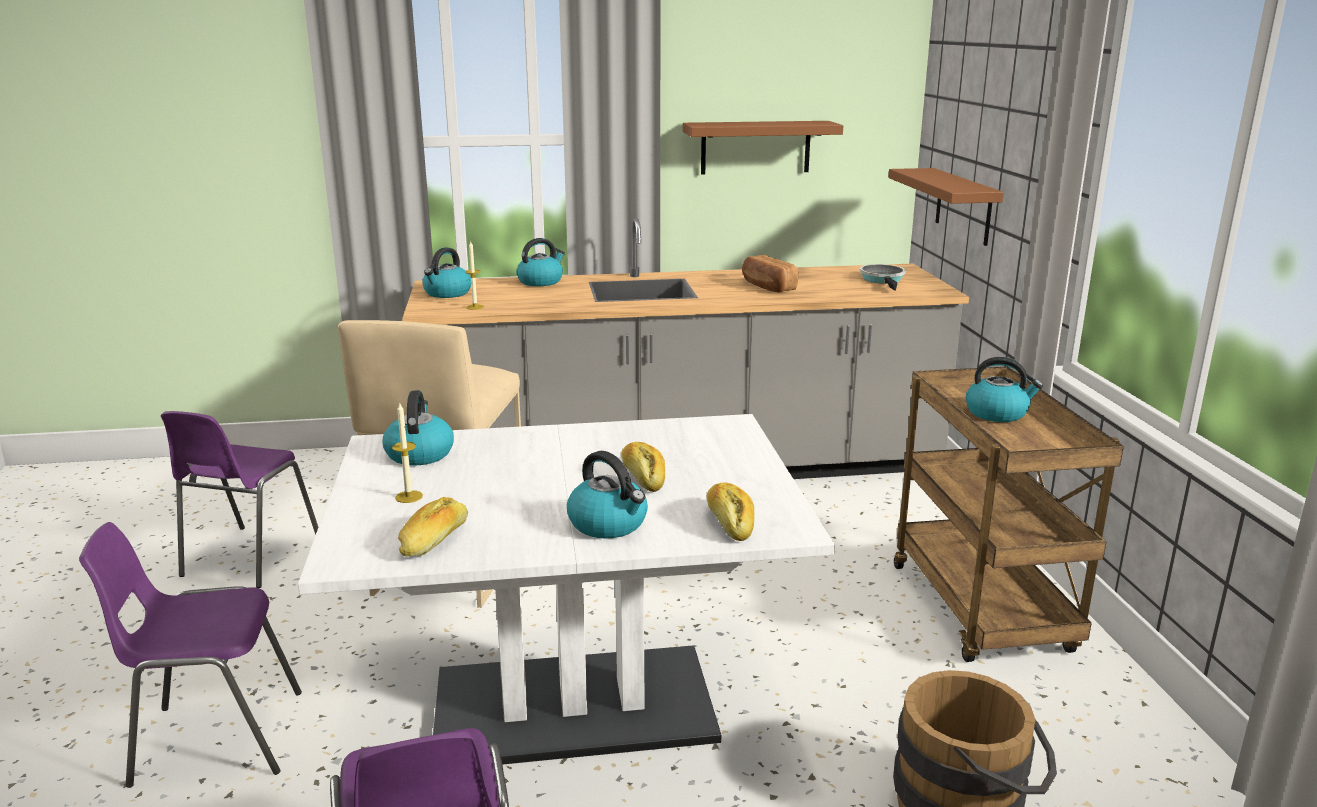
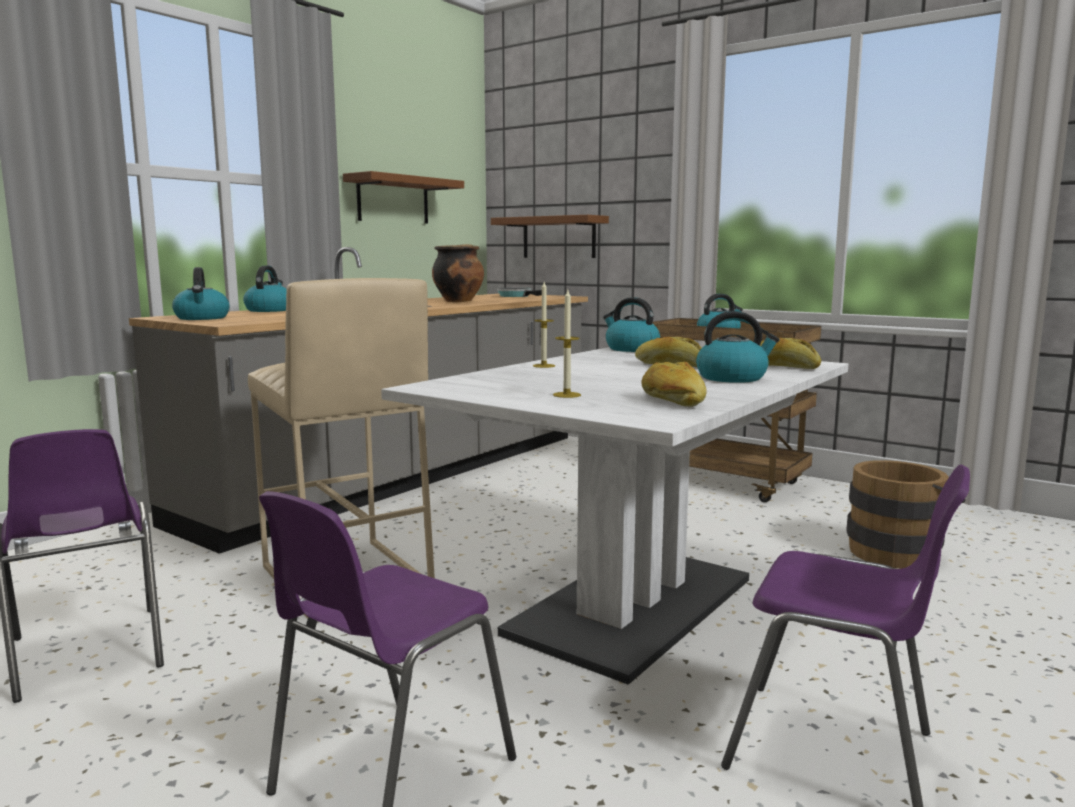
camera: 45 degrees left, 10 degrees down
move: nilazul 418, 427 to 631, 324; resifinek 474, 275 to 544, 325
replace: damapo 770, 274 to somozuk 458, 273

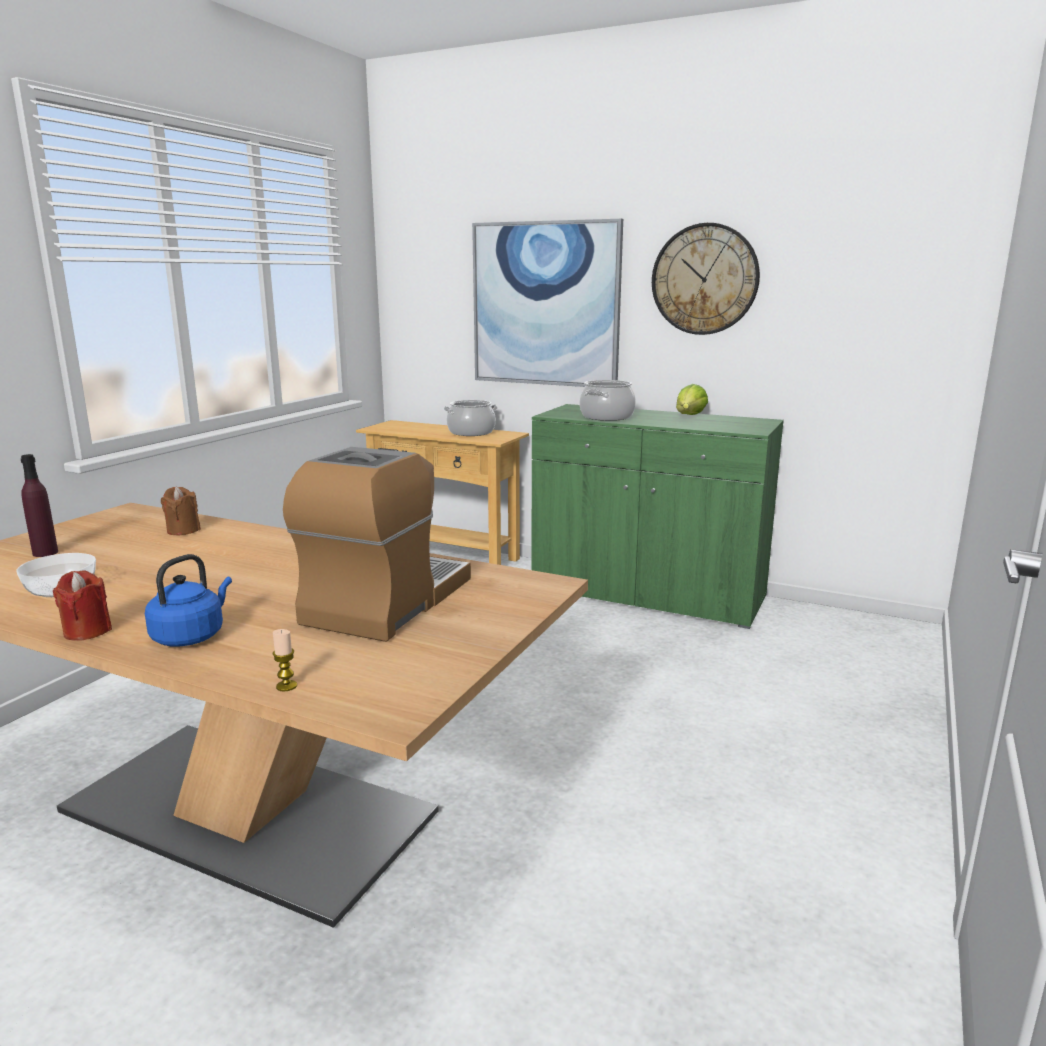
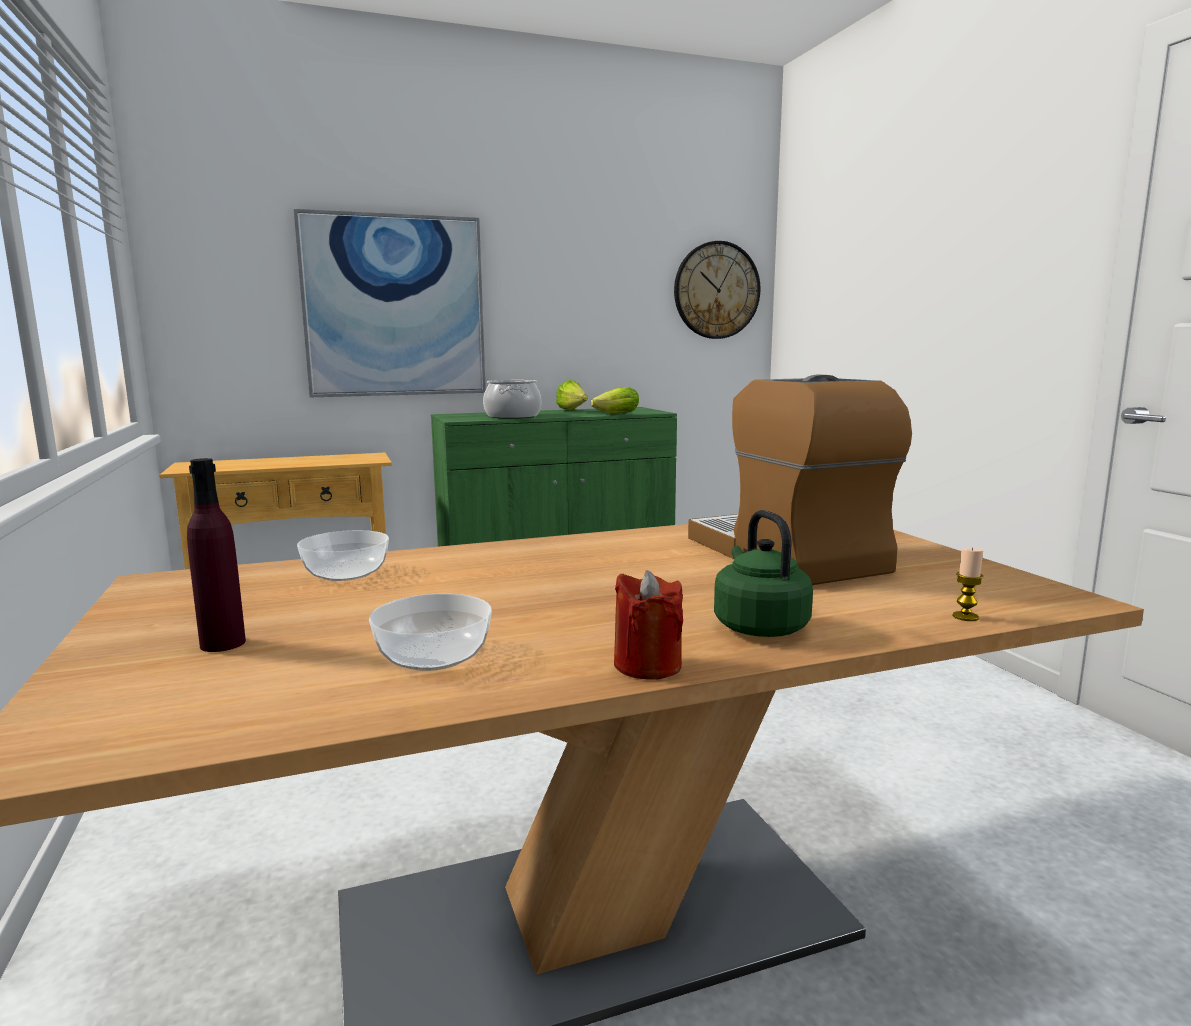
camera: 45 degrees left, 5 degrees down
delete: somozuk 471, 418
insert: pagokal 615, 400
move: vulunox 706, 279 to 717, 290
replace: resifinek (brown) 181, 511 to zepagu 343, 555
recolor: nilazul (blue) 188, 600 to nilazul (green) 763, 573

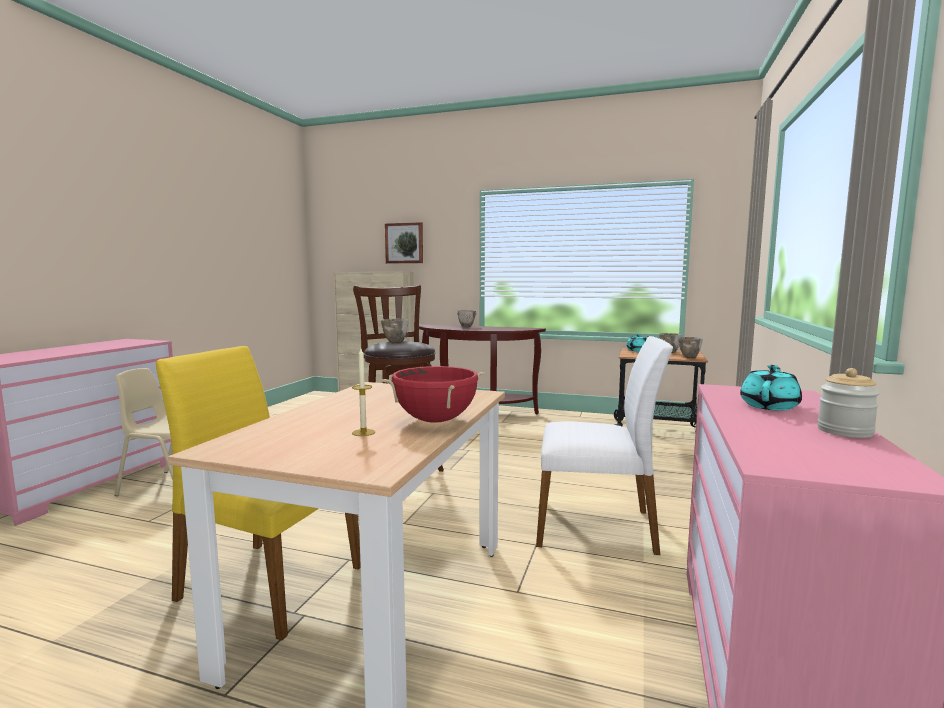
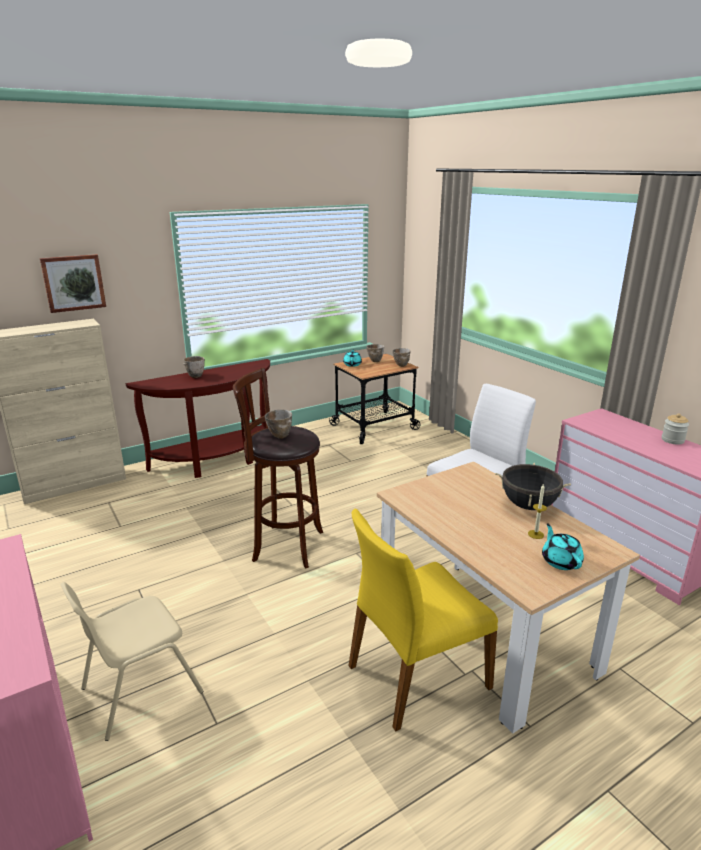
camera: 50 degrees left, 15 degrees up
move: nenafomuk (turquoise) 771, 388 to 563, 546
recolor: somozuk (red) 433, 394 to somozuk (black) 533, 486

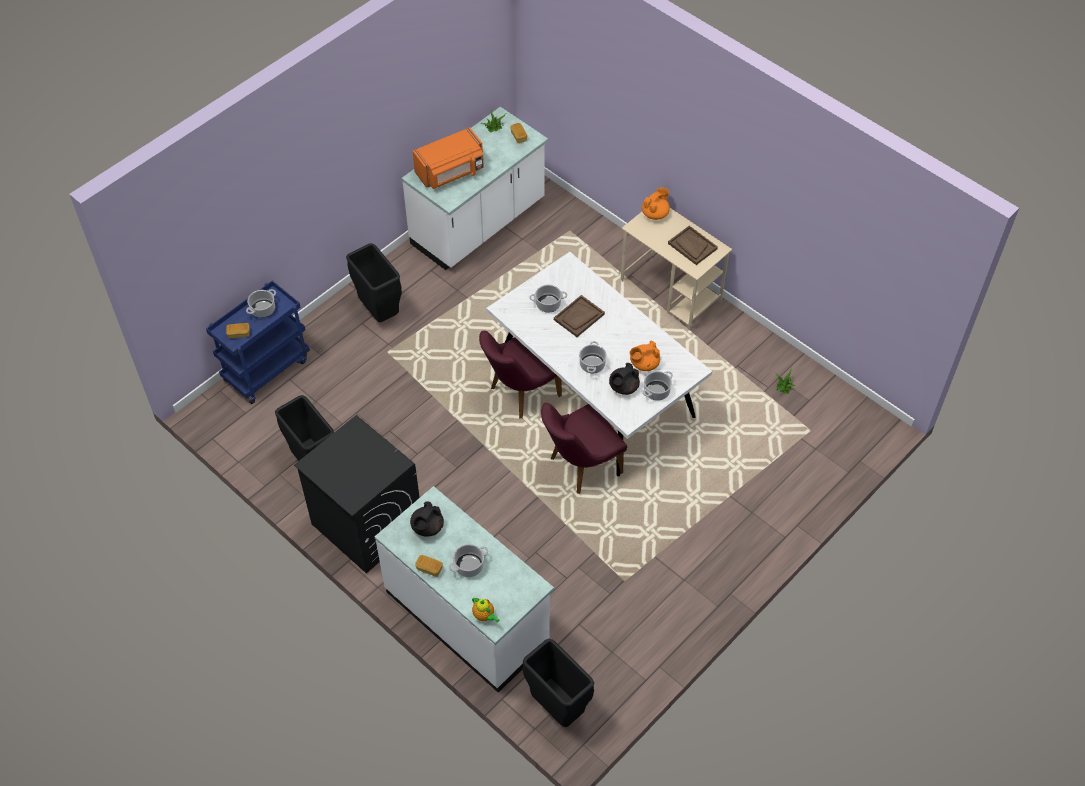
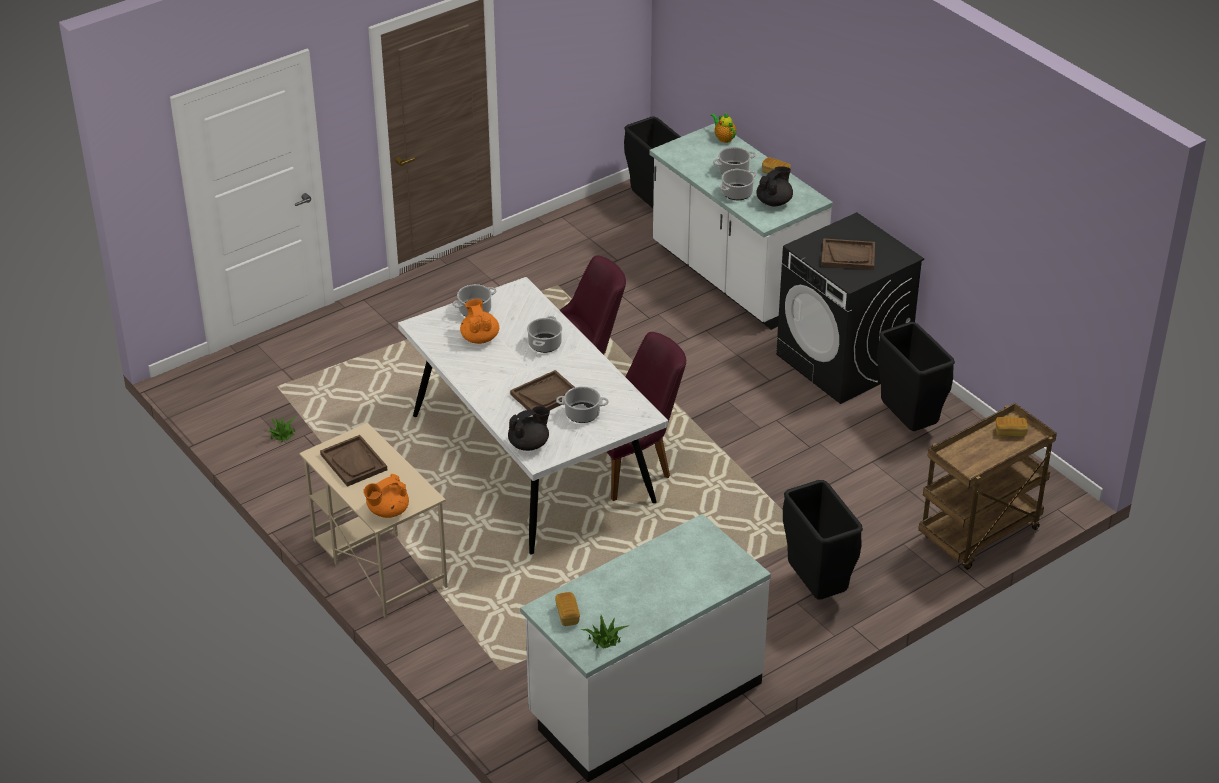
camera: 170 degrees left, 15 degrees down
delete: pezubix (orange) 448, 158
insert: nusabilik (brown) 848, 254
move: somozuk 261, 303 to 737, 184; nenafomuk (black) 624, 379 to 529, 428
recolor: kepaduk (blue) 258, 342 to kepaduk (brown) 987, 486
rotate: nenafomuk (orange) 645, 356 = 479, 321 90 degrees counterclockwise

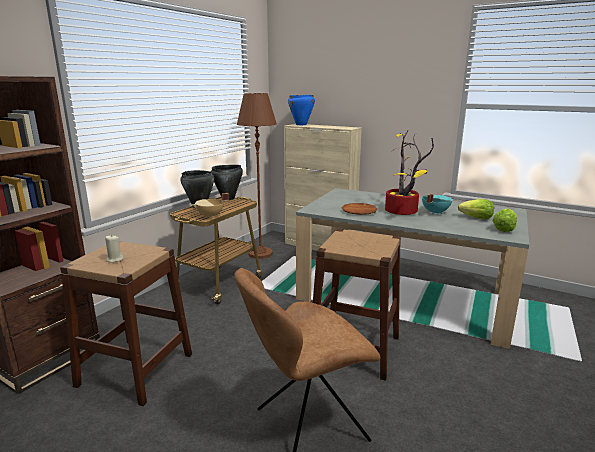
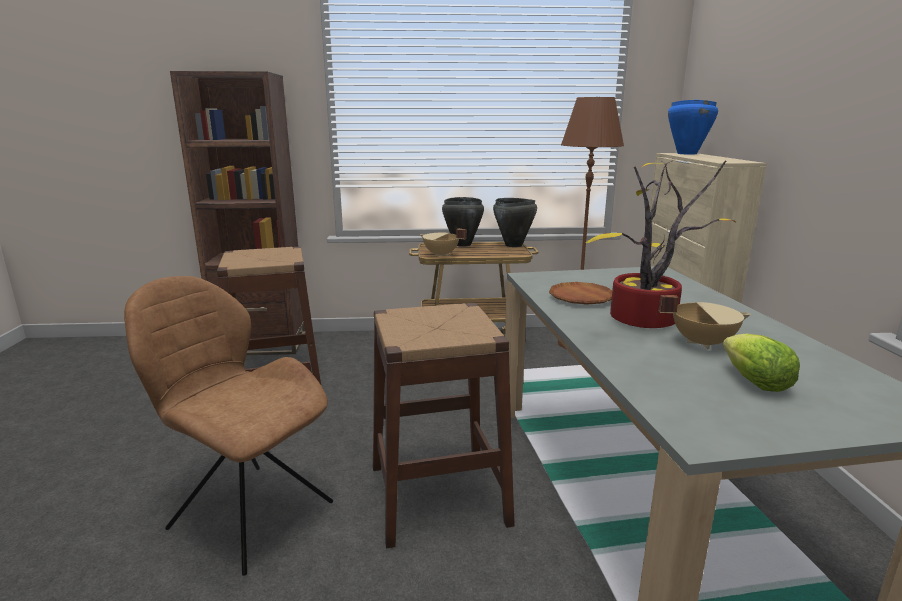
camera: 55 degrees right, 0 degrees up
delete: resifinek (beige) 114, 249; pagokal 504, 220
recolor: somozuk (turquoise) 437, 204 to somozuk (beige) 705, 322

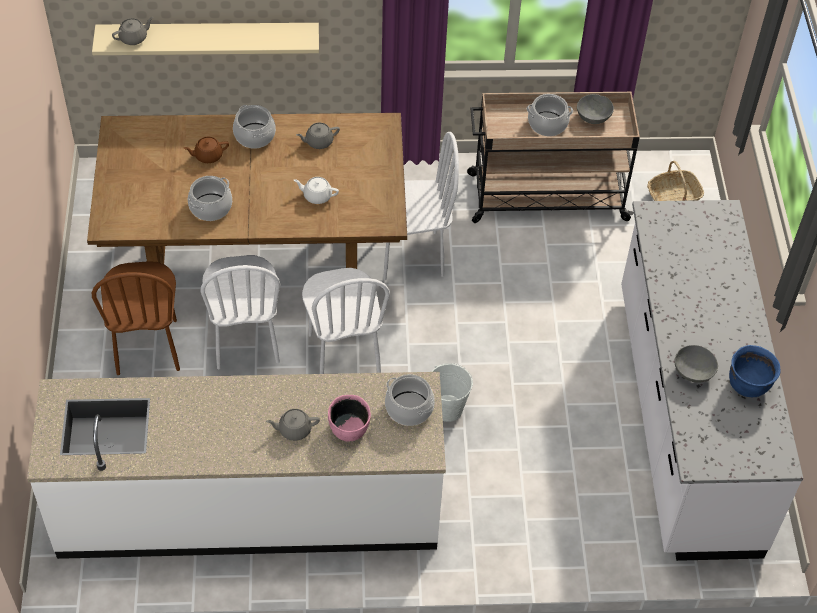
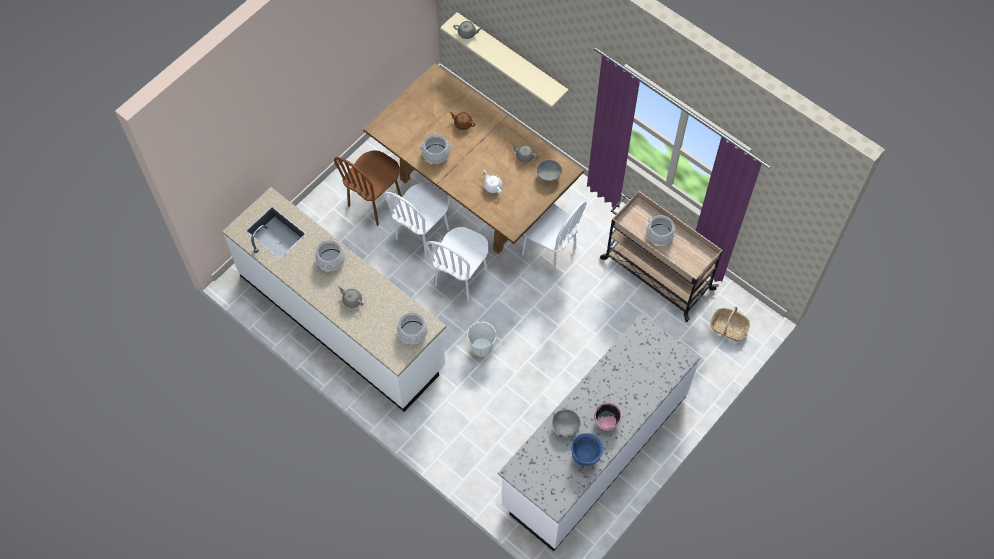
camera: 45 degrees right, 10 degrees up
move: somozuk 254, 127 to 330, 254; zepagu (pink) 349, 418 to 608, 416; zepagu (grey) 595, 109 to 549, 171

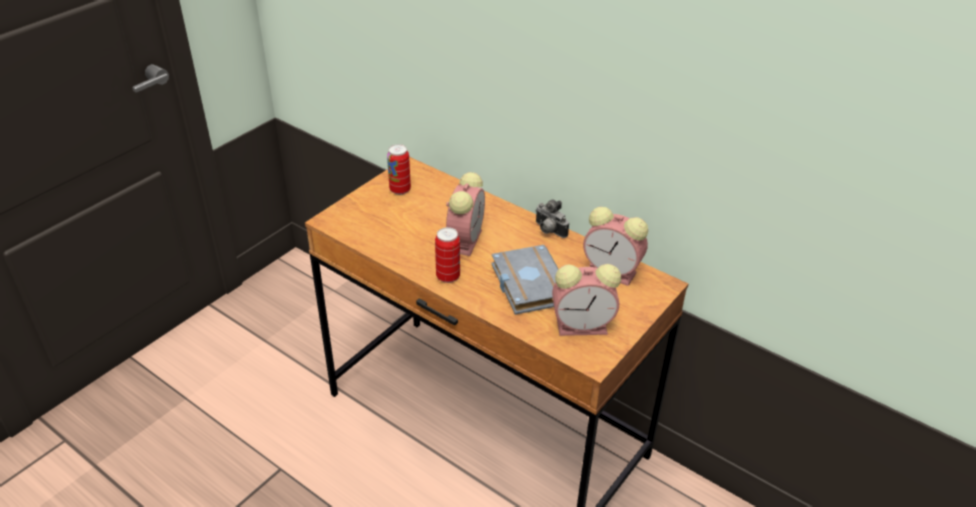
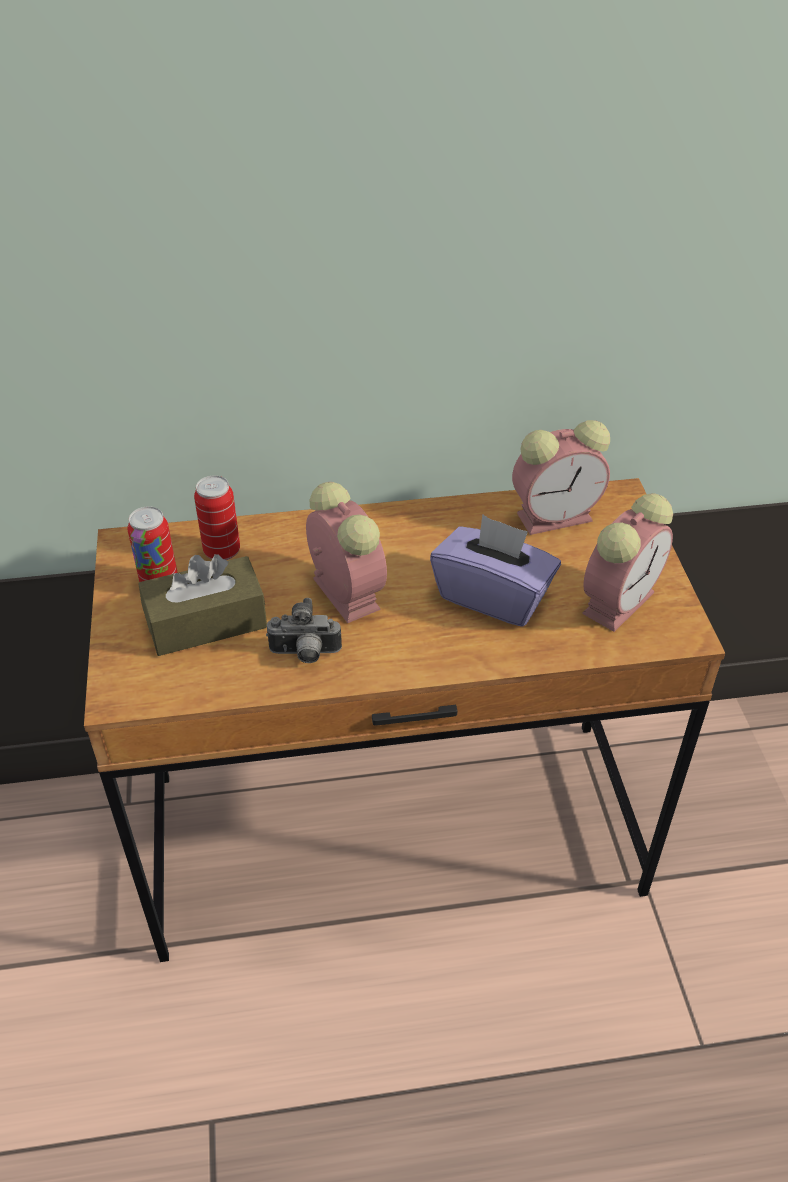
camera: 45 degrees left, 5 degrees up
insert: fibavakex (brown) 202, 605
move: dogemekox 447, 255 to 217, 517; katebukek 552, 219 to 304, 630
replace: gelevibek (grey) 524, 280 to fibavakex (purple) 495, 570

